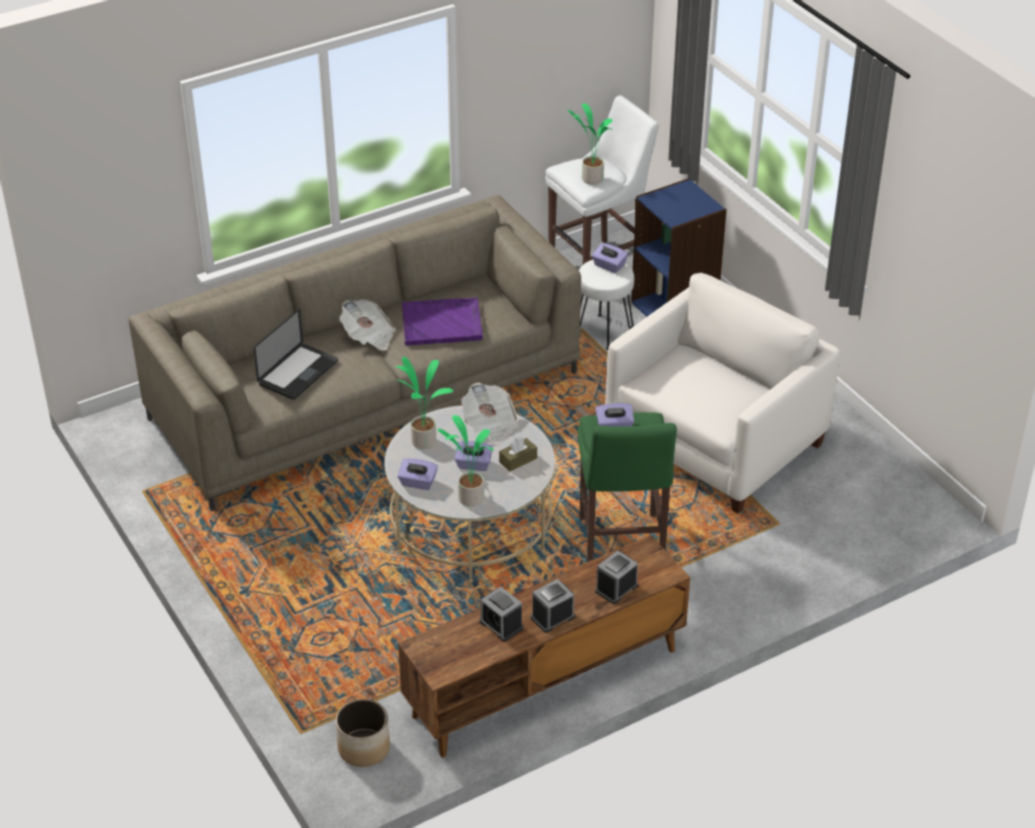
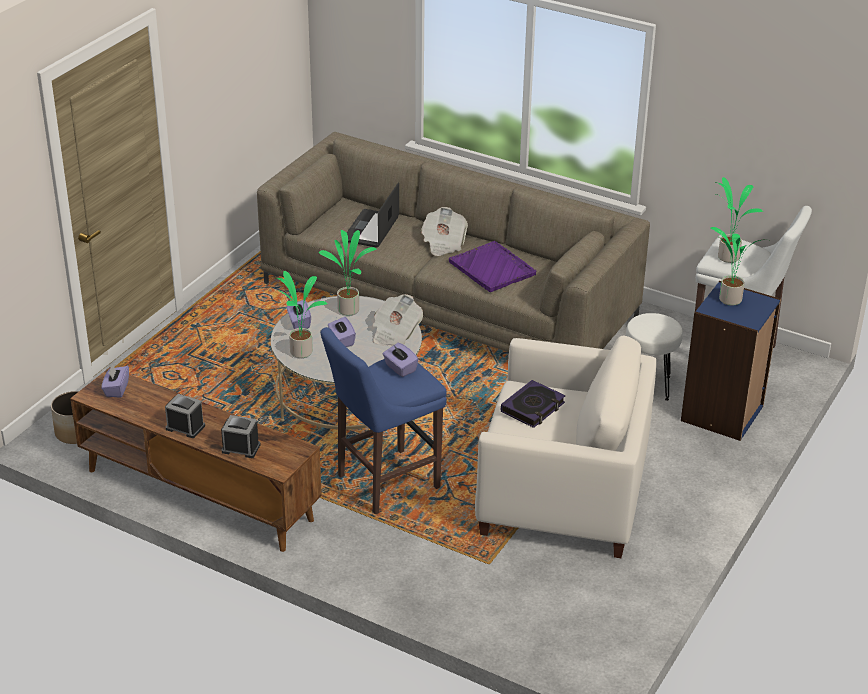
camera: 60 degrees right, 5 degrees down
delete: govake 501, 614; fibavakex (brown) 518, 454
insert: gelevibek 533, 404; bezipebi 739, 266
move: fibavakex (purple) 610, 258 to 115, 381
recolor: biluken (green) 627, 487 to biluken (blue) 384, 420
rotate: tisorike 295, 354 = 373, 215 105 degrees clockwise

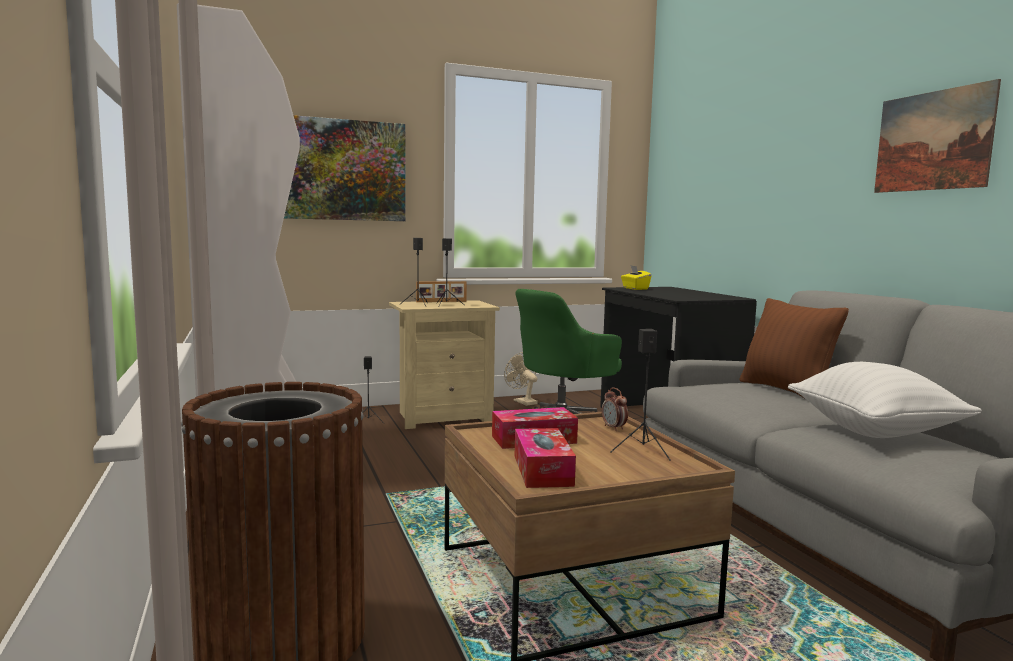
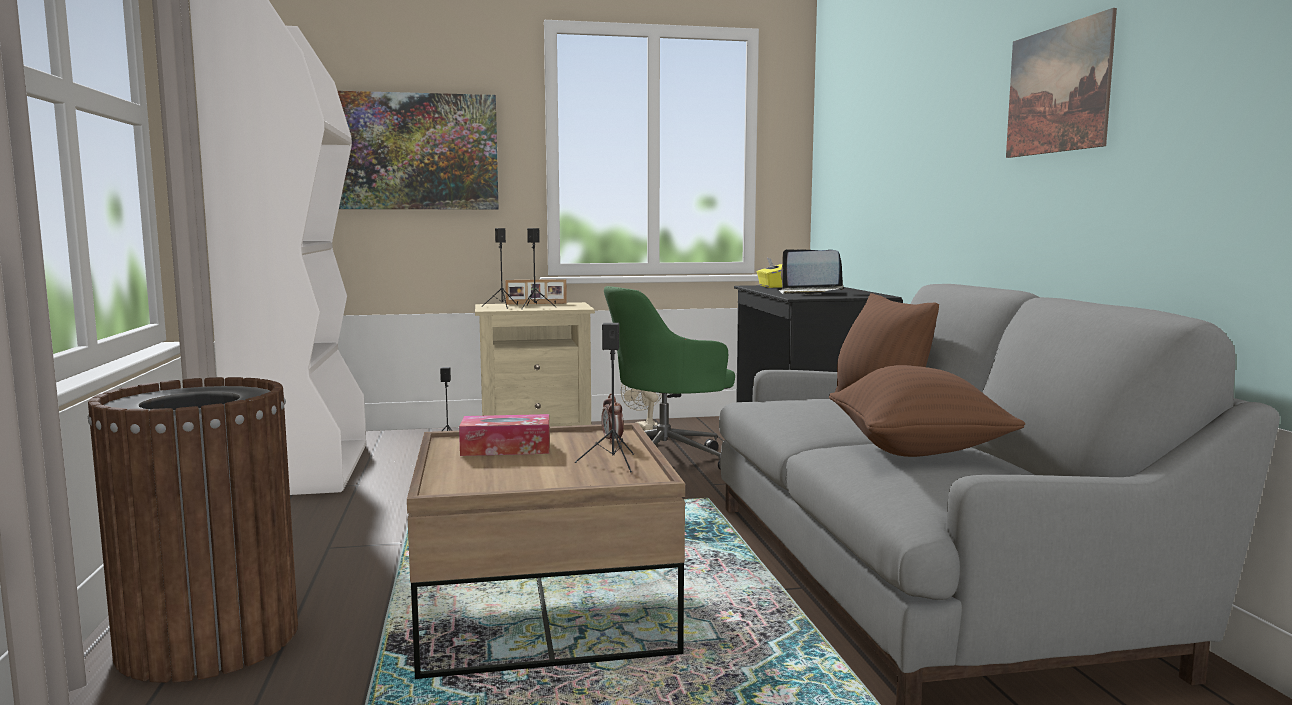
camera: 10 degrees right, 0 degrees up
delete: fibavakex 545, 458
insert: tisorike 811, 271
recolor: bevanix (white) 885, 400 to bevanix (brown) 927, 411

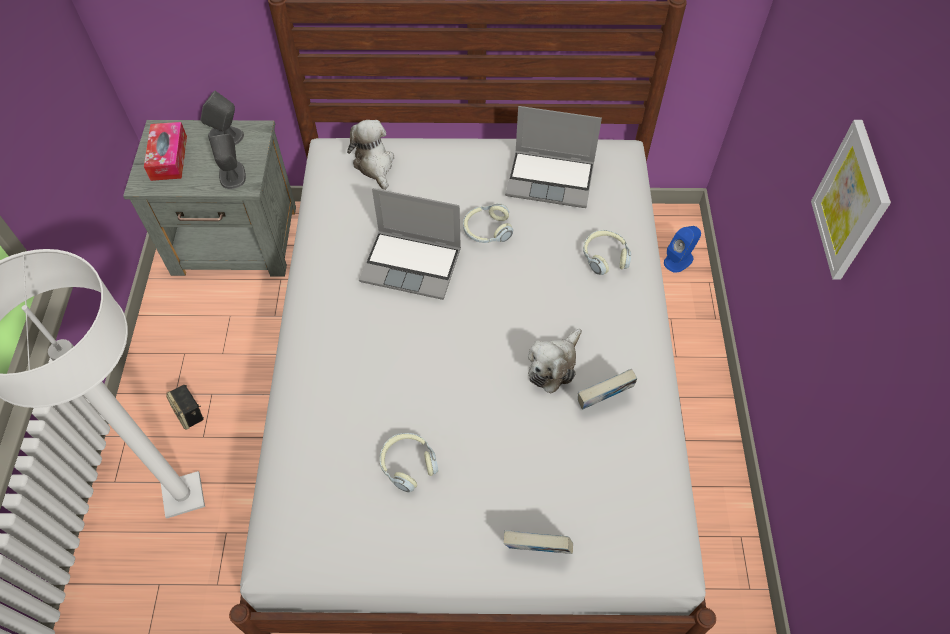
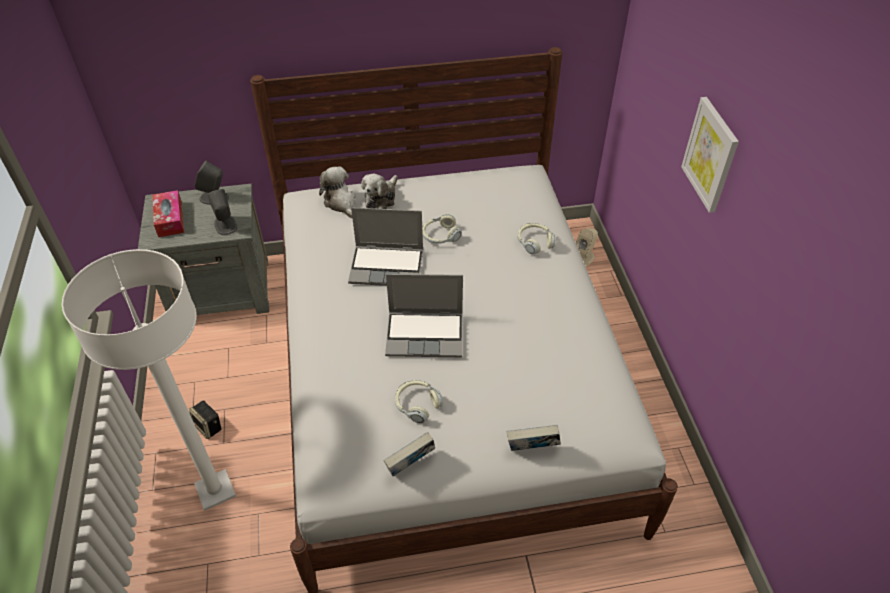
camera: 10 degrees left, 10 degrees down
move: tisorike 553, 157 to 424, 315; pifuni 555, 361 to 379, 191; gelevibek 607, 389 to 409, 454
recolor: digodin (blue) 682, 249 to digodin (beige) 587, 247

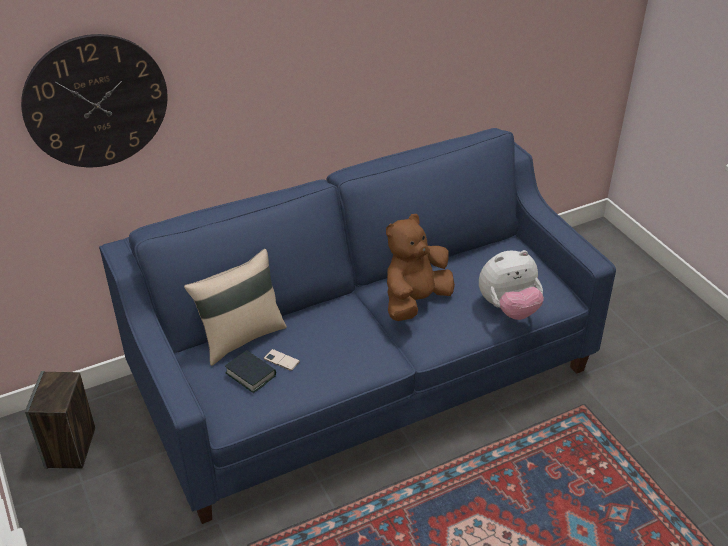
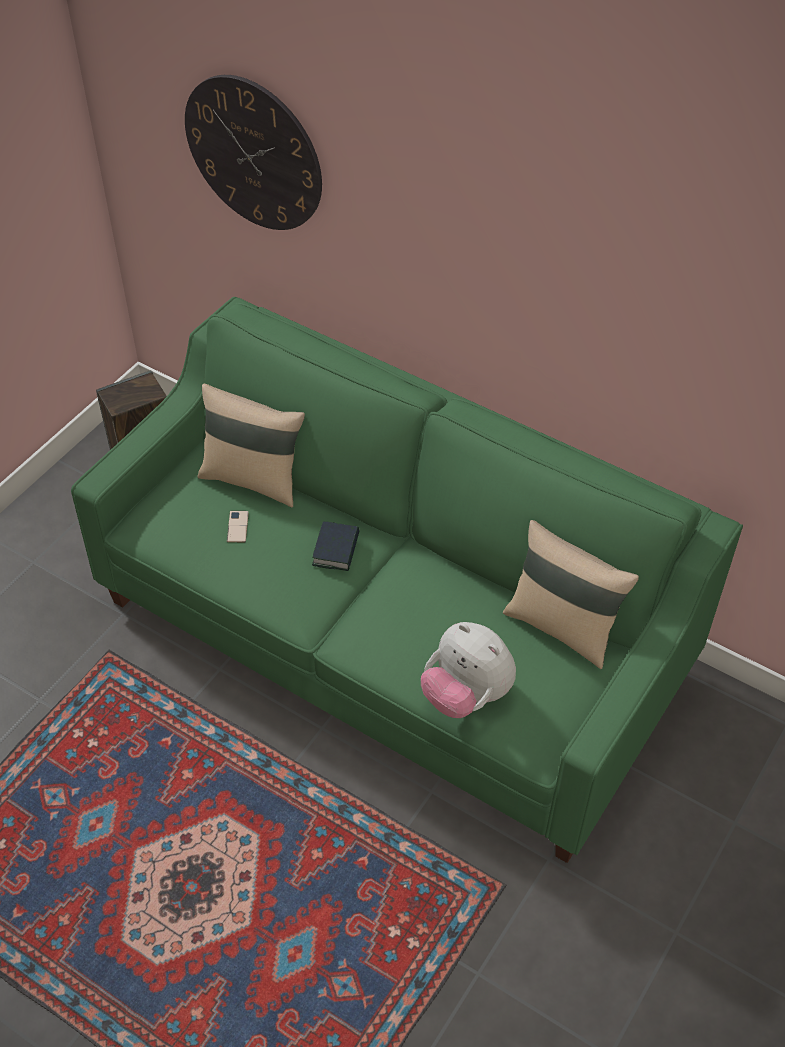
camera: 60 degrees right, 10 degrees up
delete: pifuni (brown) 420, 267
insert: bevanix (beige) 571, 594
move: gelevibek 250, 371 to 336, 546
recolor: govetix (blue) 357, 326 to govetix (green) 407, 580

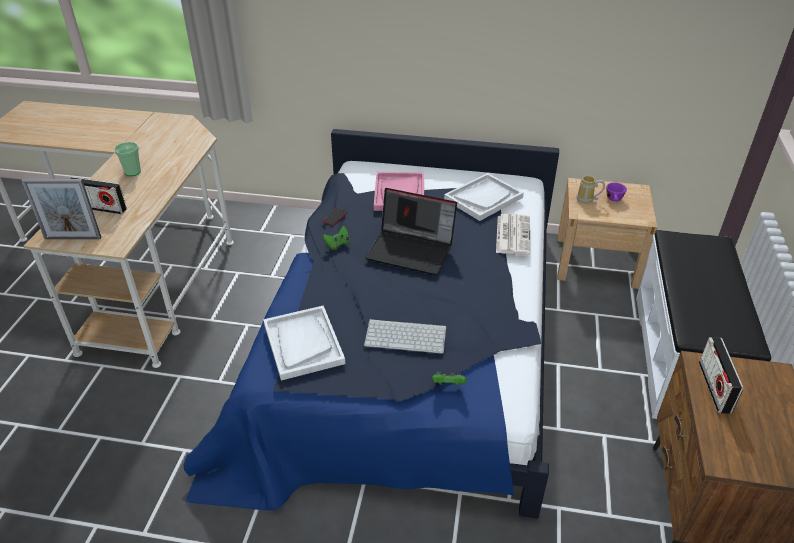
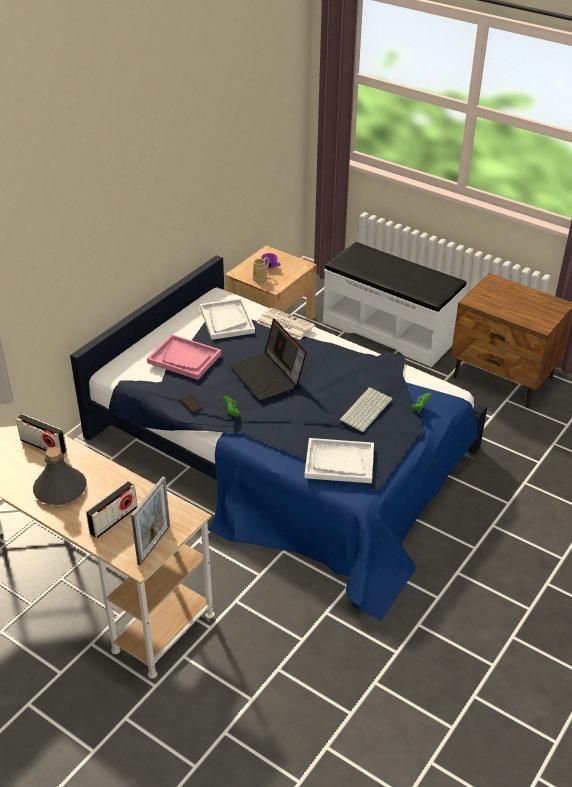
camera: 65 degrees left, 0 degrees up
move: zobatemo 721, 375 to 41, 434
replace: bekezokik 127, 159 to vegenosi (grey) 60, 476
rotate: tisorike 411, 231 = 268, 360 105 degrees clockwise

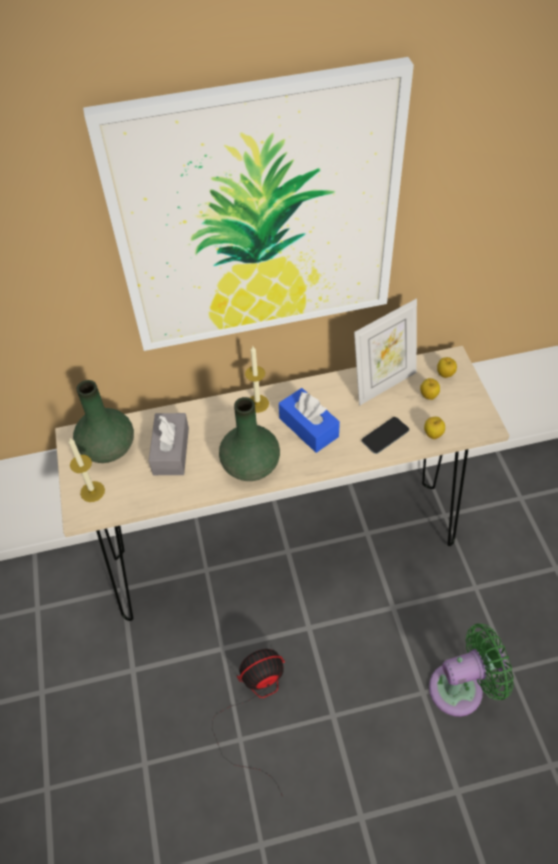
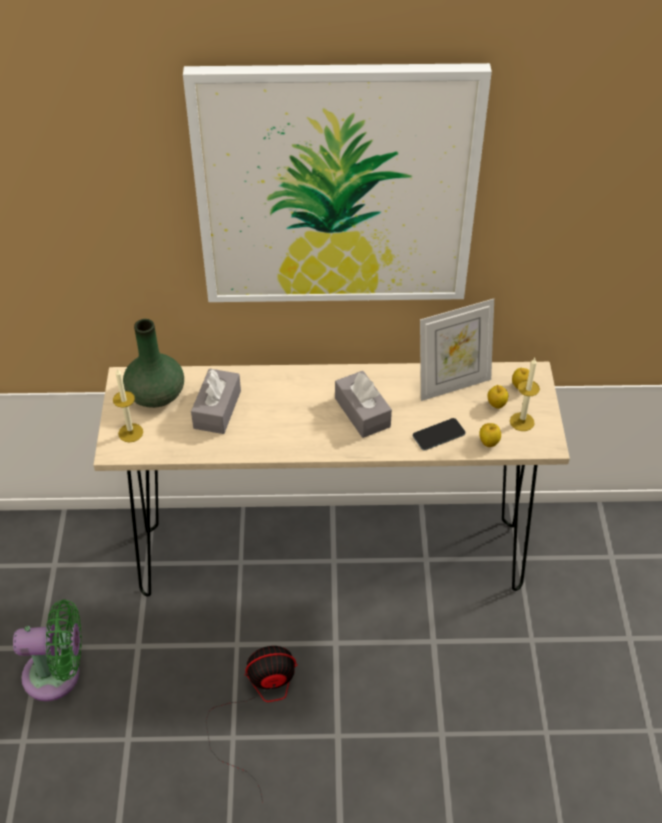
camera: 10 degrees right, 5 degrees down
delete: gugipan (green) 249, 439
move: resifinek 257, 379 to 525, 394; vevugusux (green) 471, 670 to 47, 650
recolor: fibavakex (blue) 309, 420 to fibavakex (grey) 363, 404

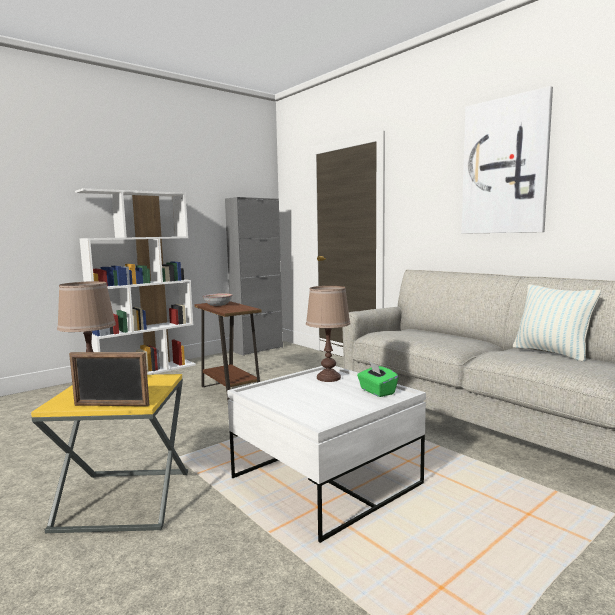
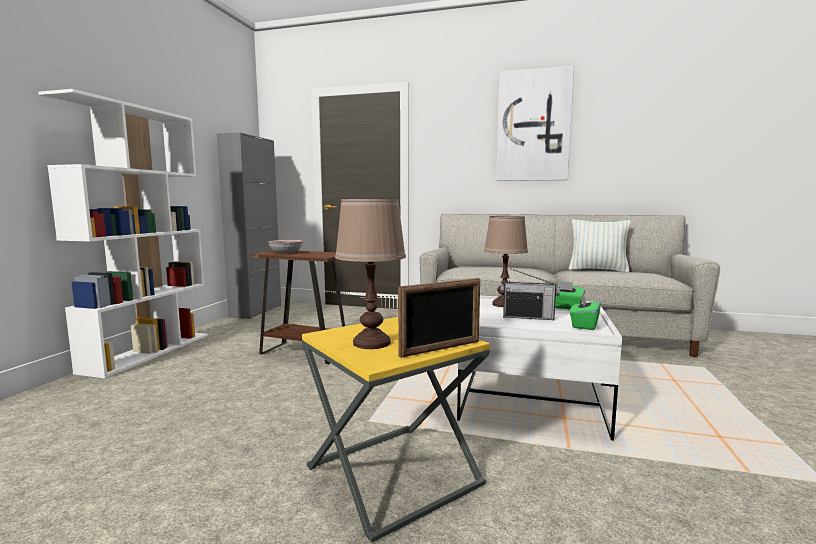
camera: 35 degrees left, 0 degrees up
insert: zobatemo 530, 294; fibavakex (green) 585, 311

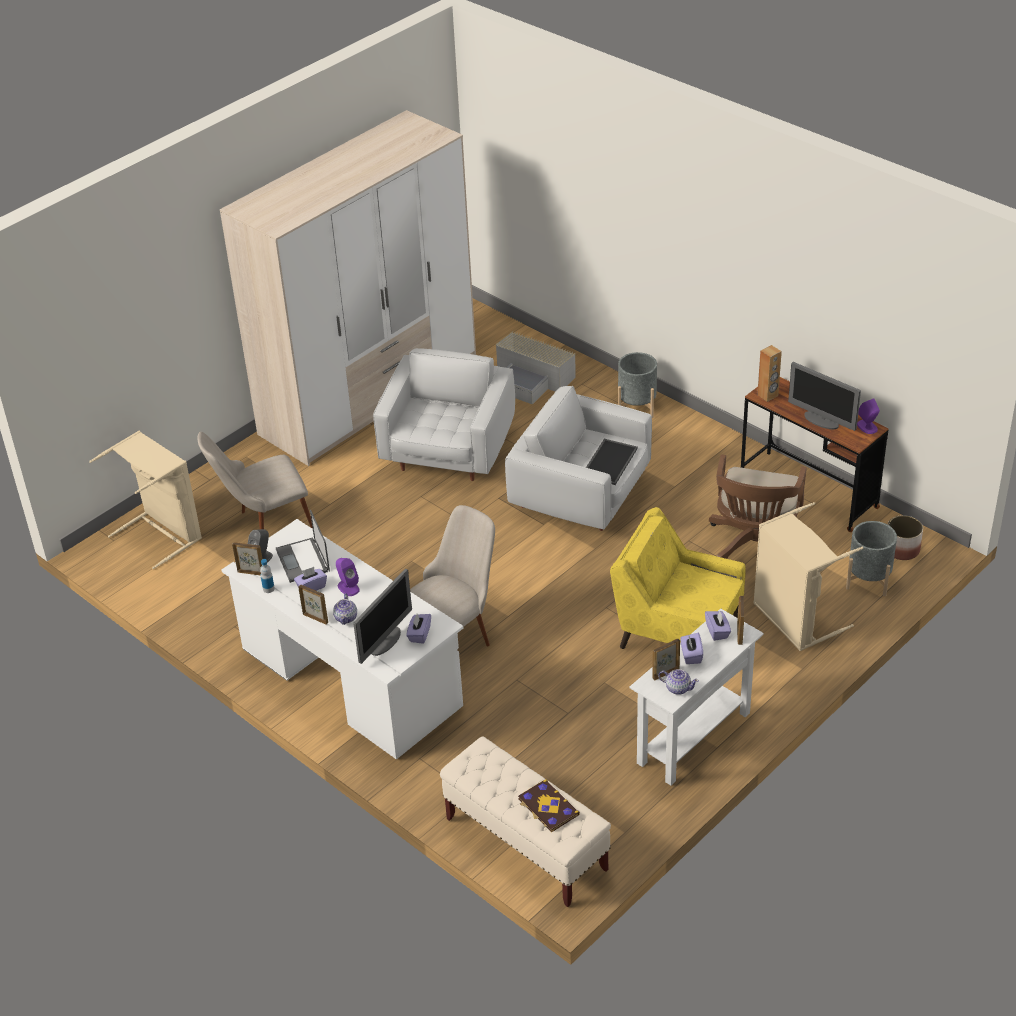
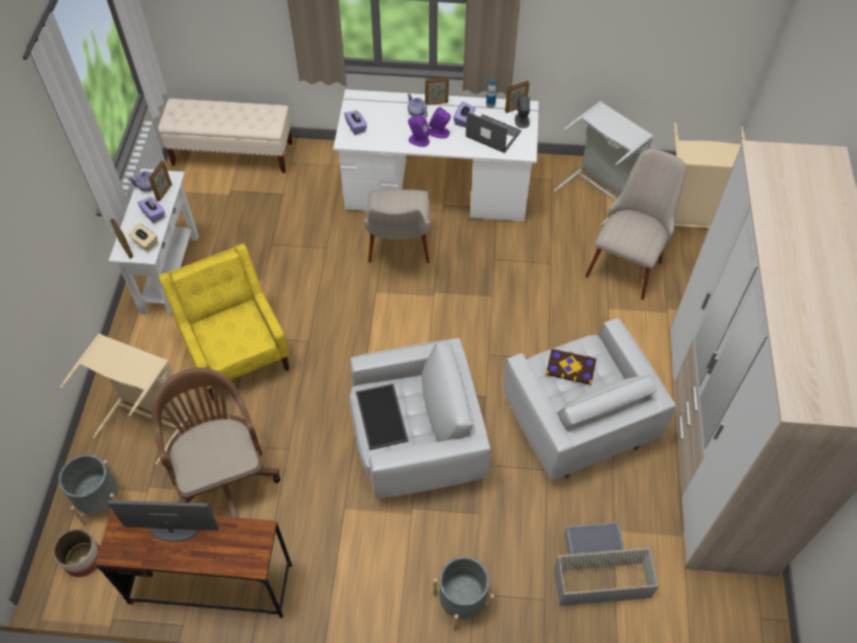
camera: 140 degrees right, 15 degrees up
delete: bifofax 382, 616; digodin (brown) 769, 373
insert: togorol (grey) 604, 163
move: gelevibek 549, 805 to 571, 367; digodin (purple) 868, 416 to 419, 131
recolor: fibavakex (purple) 718, 626 to fibavakex (beige) 143, 237
rotate: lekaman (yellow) 678, 578 = 224, 322 105 degrees counterclockwise

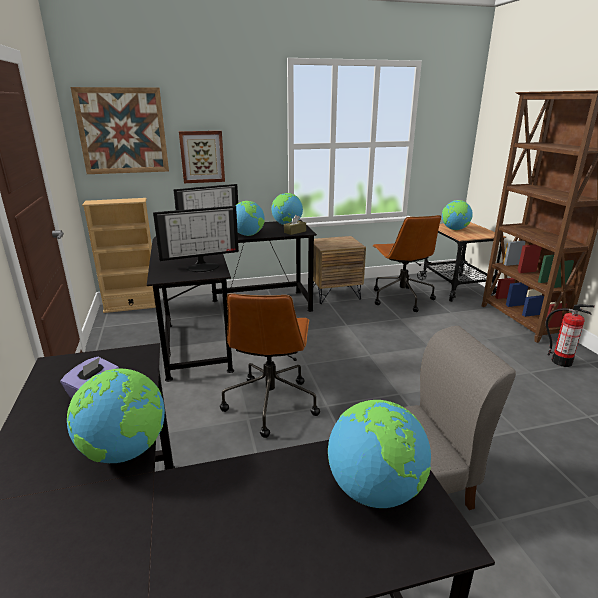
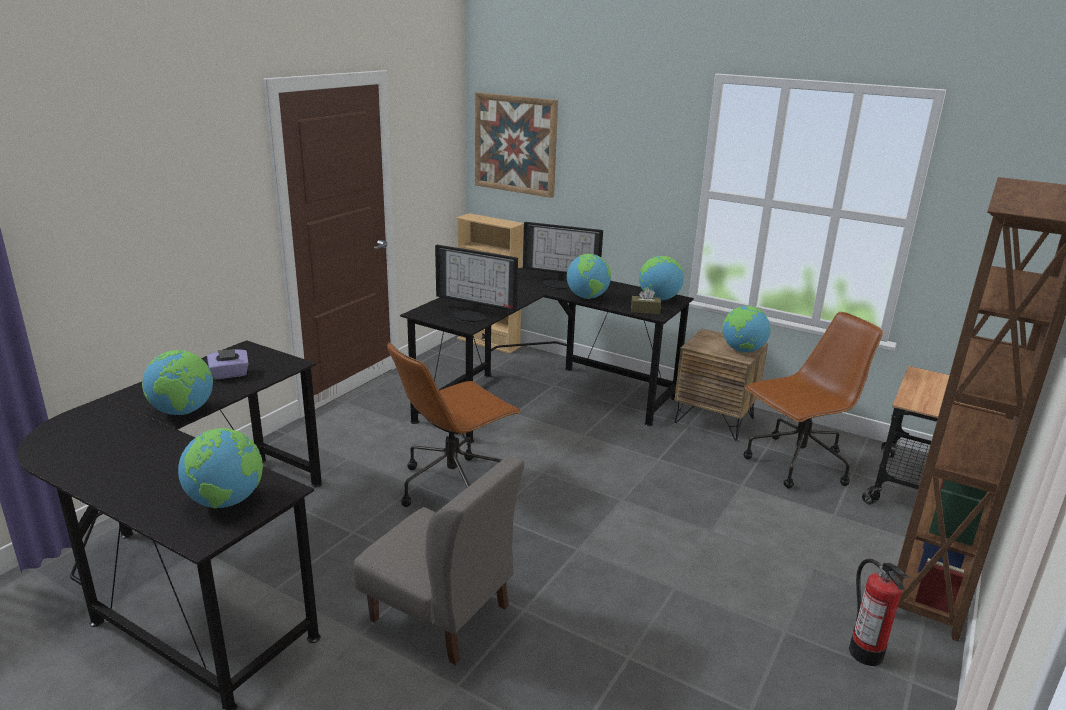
camera: 45 degrees right, 0 degrees up
delete: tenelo 202, 157
move: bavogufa 457, 215 to 746, 329
rotate: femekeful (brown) 406, 263 = 813, 400 150 degrees counterclockwise

